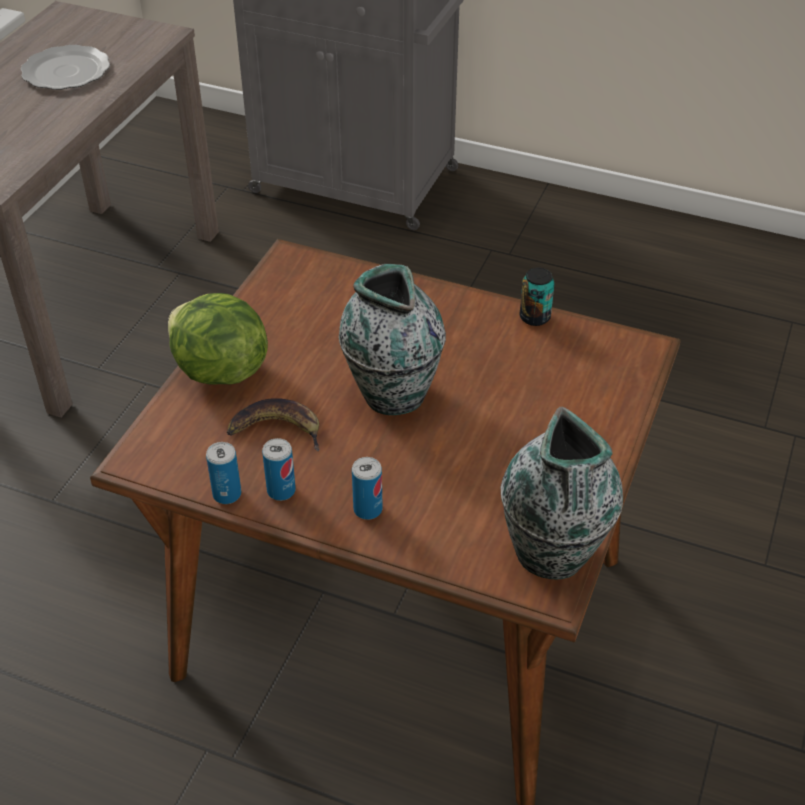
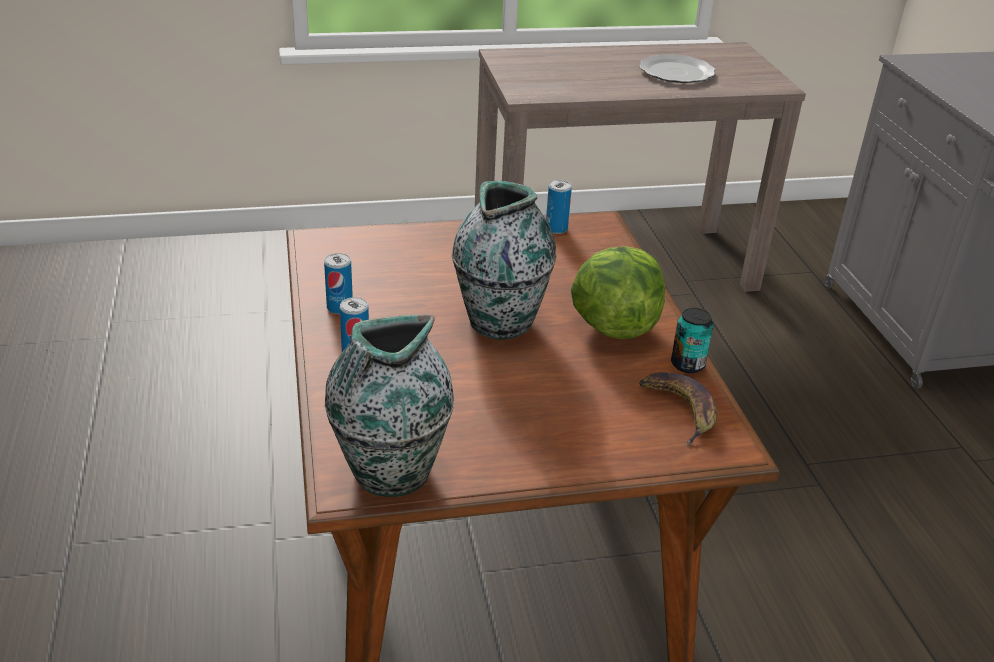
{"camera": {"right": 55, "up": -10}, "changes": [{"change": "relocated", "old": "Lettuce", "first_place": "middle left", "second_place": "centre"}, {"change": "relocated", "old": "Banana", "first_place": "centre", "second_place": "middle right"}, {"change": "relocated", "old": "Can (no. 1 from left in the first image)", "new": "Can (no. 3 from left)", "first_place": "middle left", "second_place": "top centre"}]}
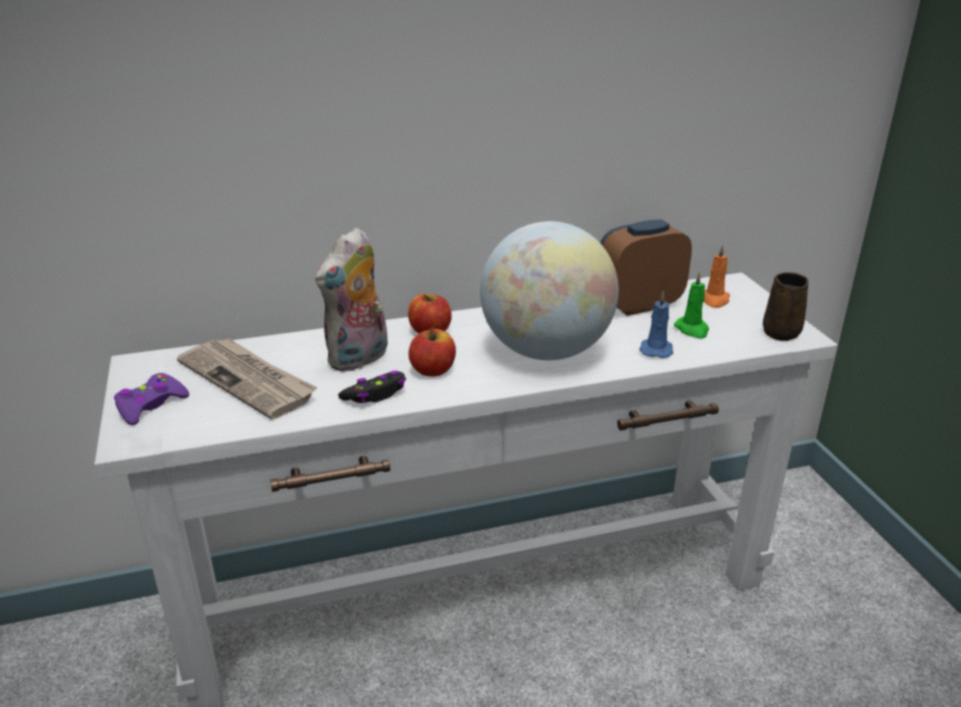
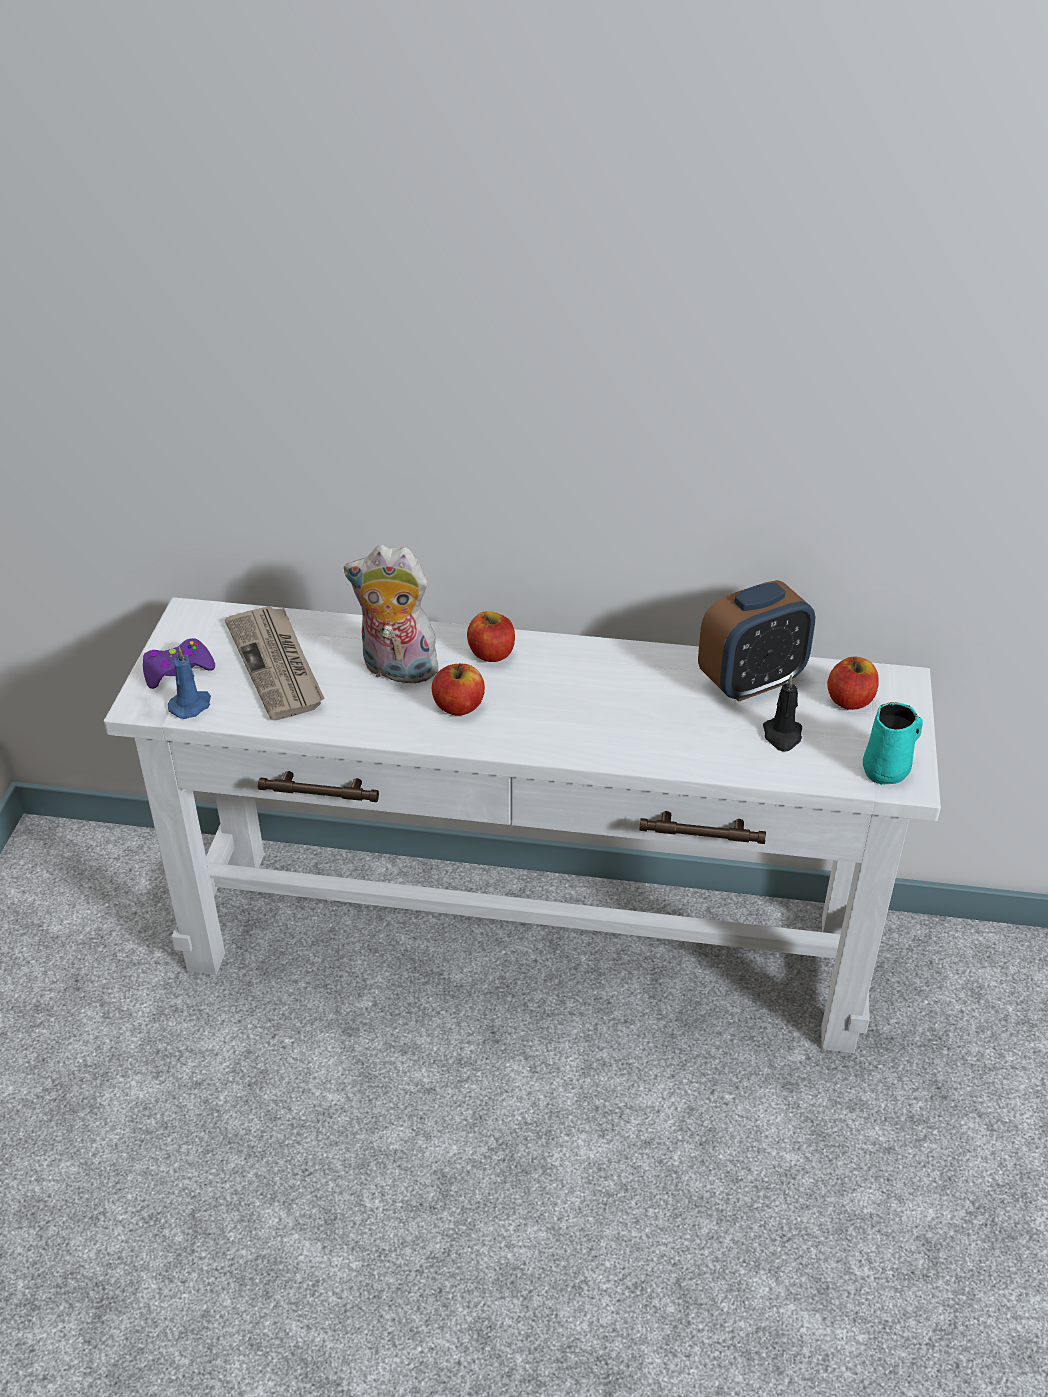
{"camera": {"right": 25, "up": 10}, "changes": [{"change": "spun", "old": "AlarmClock", "first_place": "middle right", "second_place": "middle right", "degrees": 150}, {"change": "missing", "old": "Globe", "first_place": "centre"}, {"change": "spun", "old": "PlushToy", "first_place": "centre", "second_place": "centre", "degrees": 45}, {"change": "exchanged", "old": "OrangeCandle", "new": "Apple (no. 3 from left)", "first_place": "middle right", "second_place": "middle right"}, {"change": "colour", "old": "GreenCandle", "new": "BlackCandle", "first_place": "middle right", "second_place": "middle right"}, {"change": "colour", "old": "BrownMug", "new": "TurquoiseMug", "first_place": "middle right", "second_place": "middle right"}, {"change": "relocated", "old": "BlueCandle", "first_place": "middle right", "second_place": "middle left"}, {"change": "missing", "old": "BlackGameController", "first_place": "centre"}]}
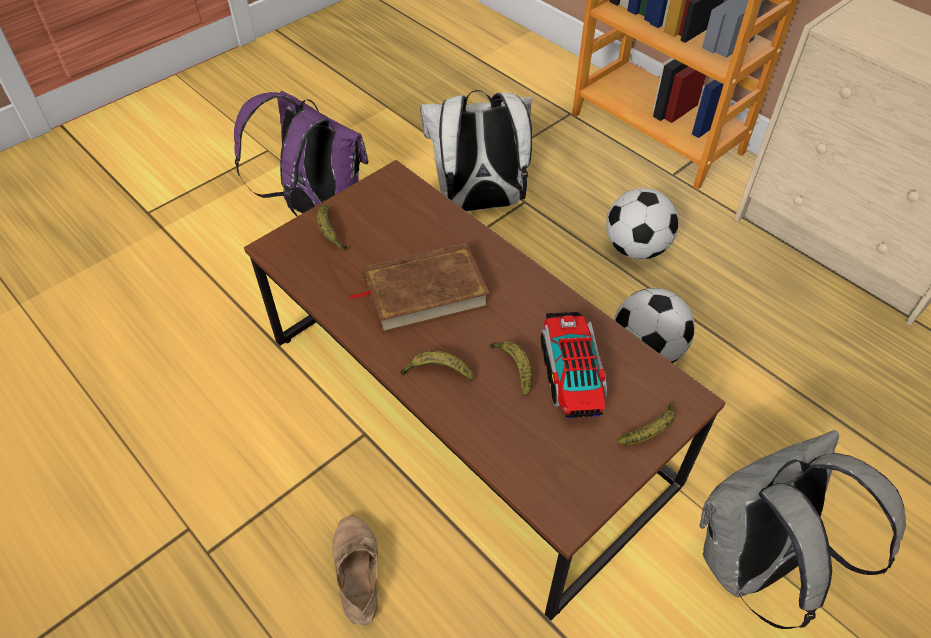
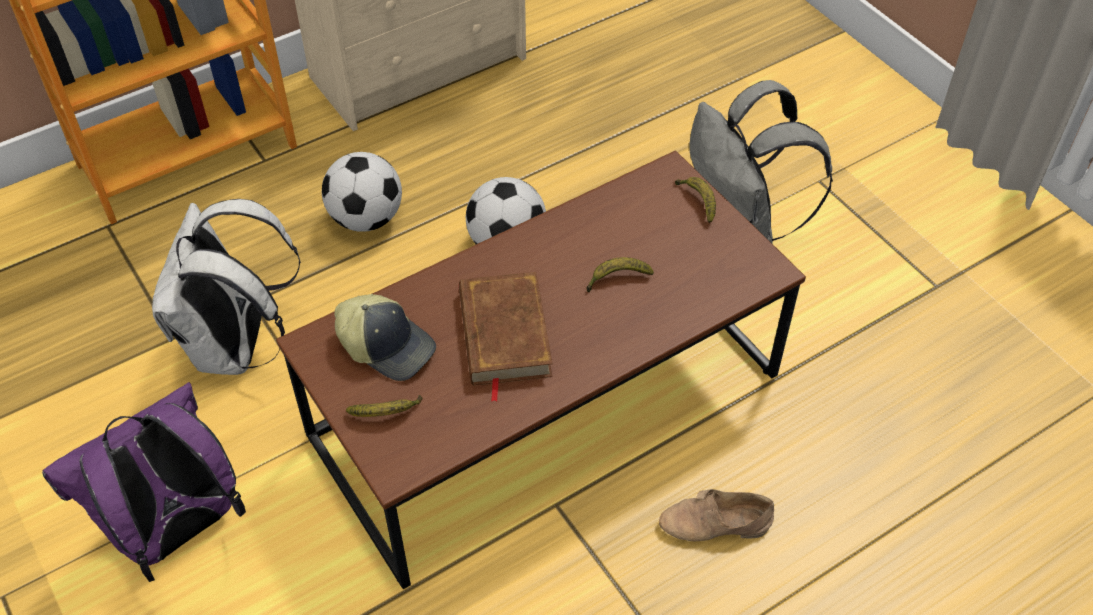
{"camera": {"right": -80, "up": 0}, "changes": [{"change": "missing", "old": "ToyTruck", "first_place": "centre"}, {"change": "missing", "old": "Banana (no. 2 from left)", "first_place": "centre"}, {"change": "appeared", "new": "Cap", "second_place": "centre"}]}
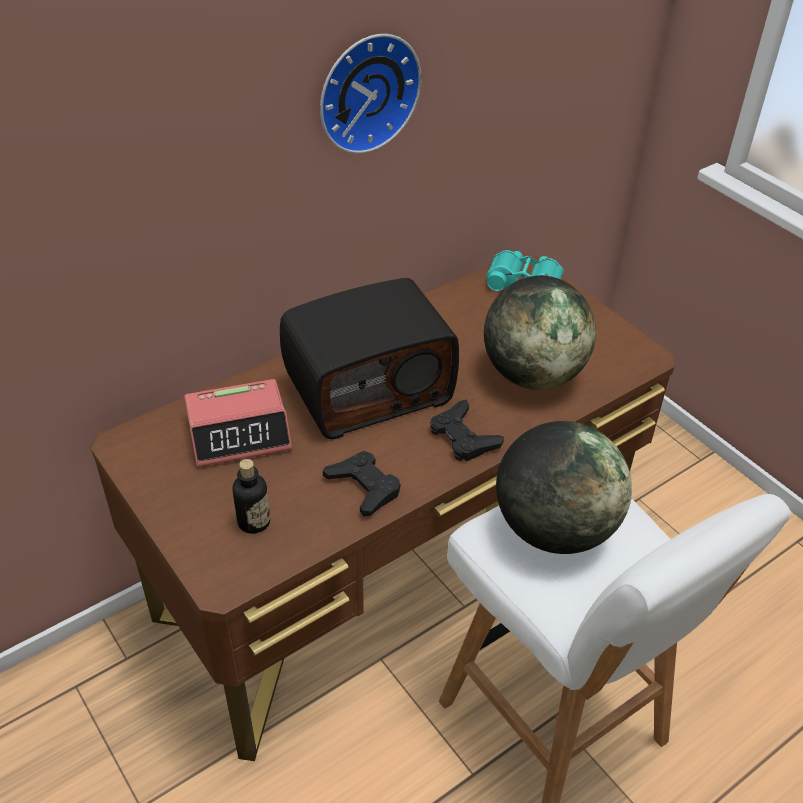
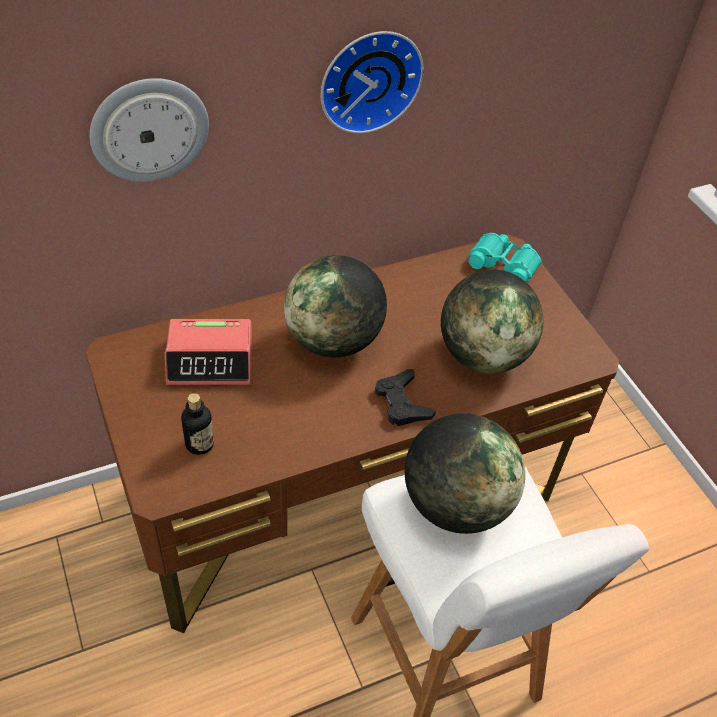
{"camera": {"right": 10, "up": 5}, "changes": [{"change": "exchanged", "old": "Radio", "new": "Globe (no. 1 from left)", "first_place": "centre", "second_place": "centre"}, {"change": "missing", "old": "BlackGameController (no. 1 from left)", "first_place": "centre"}, {"change": "appeared", "new": "WallClock (no. 1 from left)", "second_place": "top left"}]}
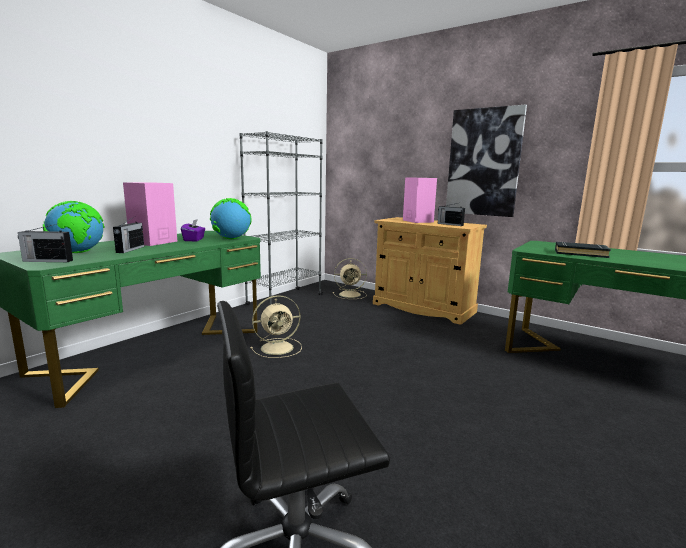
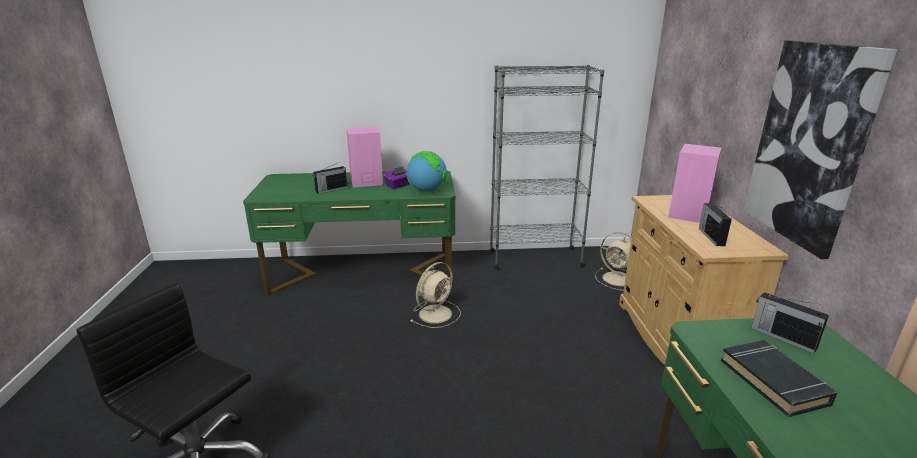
{"camera": {"right": 50, "up": 10}, "changes": [{"change": "missing", "old": "Globe (no. 1 from left)", "first_place": "middle left"}, {"change": "relocated", "old": "Radio (no. 1 from left in the first image)", "new": "Radio (no. 3 from left)", "first_place": "middle left", "second_place": "bottom right"}, {"change": "spun", "old": "BeigeFan (no. 1 from left)", "first_place": "centre", "second_place": "centre", "degrees": -75}]}
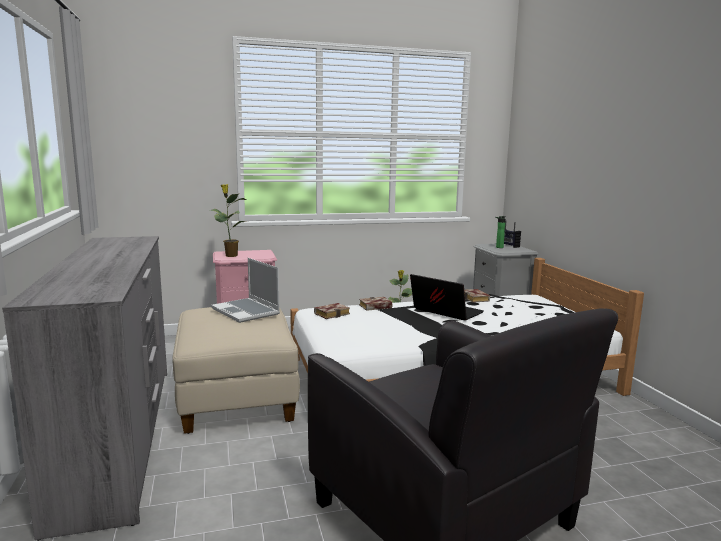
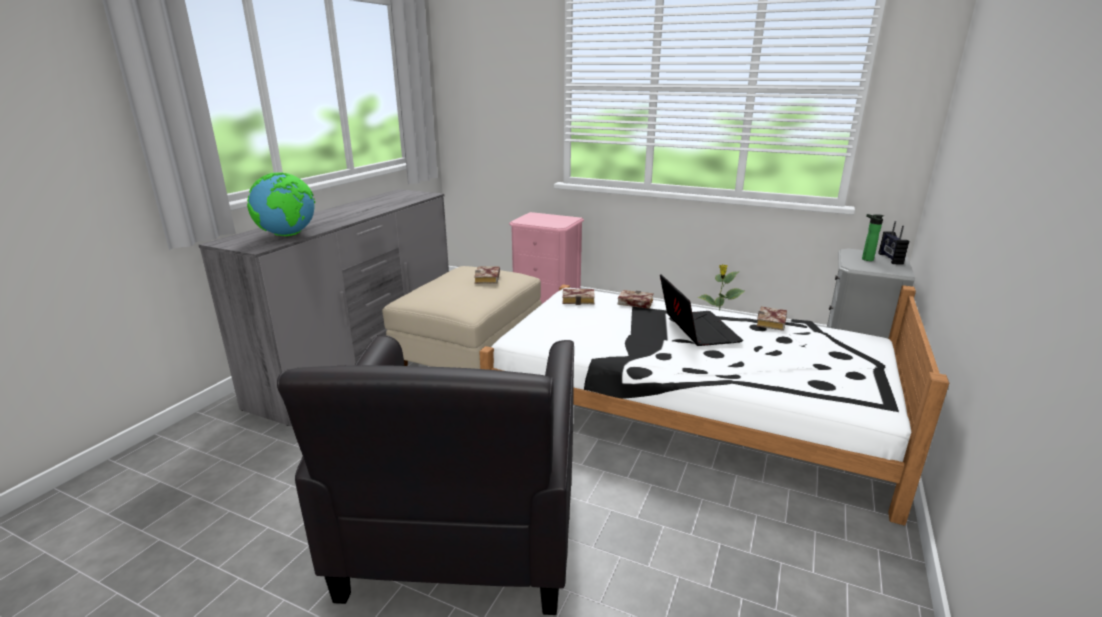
{"camera": {"right": 40, "up": 10}, "changes": [{"change": "missing", "old": "PottedPlant (no. 1 from left)", "first_place": "middle left"}, {"change": "exchanged", "old": "Laptop (no. 1 from left)", "new": "Book (no. 1 from left)", "first_place": "centre", "second_place": "centre"}, {"change": "appeared", "new": "Globe", "second_place": "top left"}]}
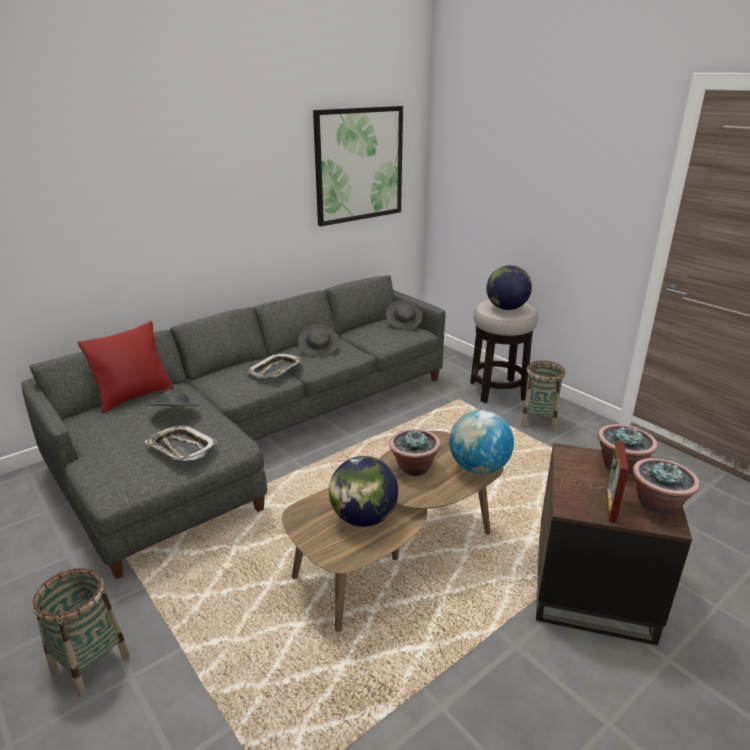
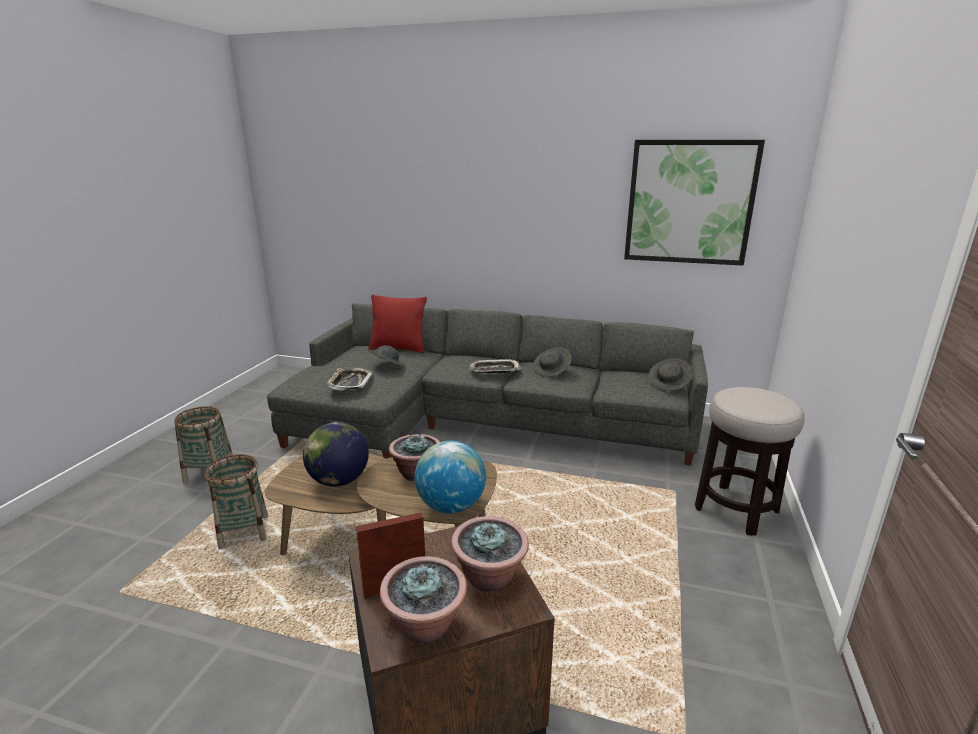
{"camera": {"right": 55, "up": -5}, "changes": [{"change": "missing", "old": "Globe (no. 3 from left)", "first_place": "middle right"}, {"change": "relocated", "old": "Basket (no. 2 from left)", "first_place": "middle right", "second_place": "bottom left"}]}
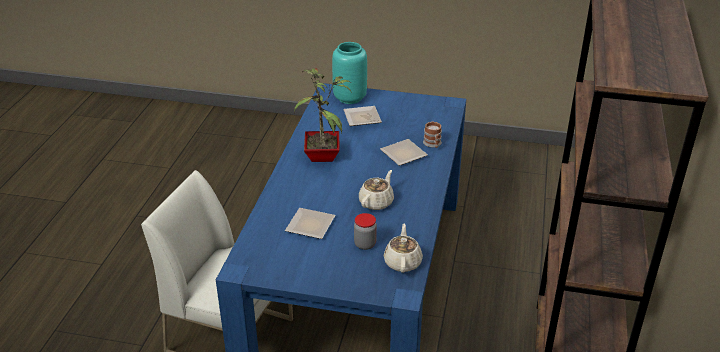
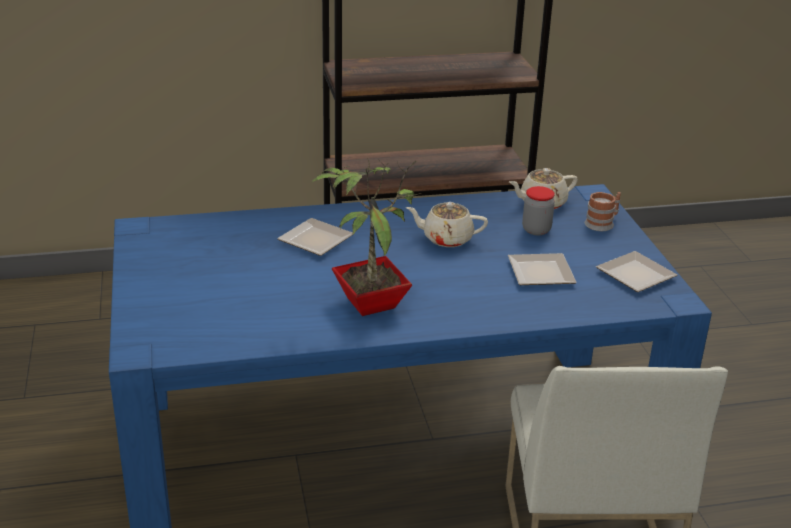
{"camera": {"right": -115, "up": -5}, "changes": [{"change": "missing", "old": "TurquoiseVase", "first_place": "top centre"}, {"change": "relocated", "old": "Plate (no. 2 from left in the first image)", "new": "Plate (no. 3 from left)", "first_place": "top centre", "second_place": "middle right"}, {"change": "relocated", "old": "Mug", "first_place": "centre", "second_place": "middle right"}]}
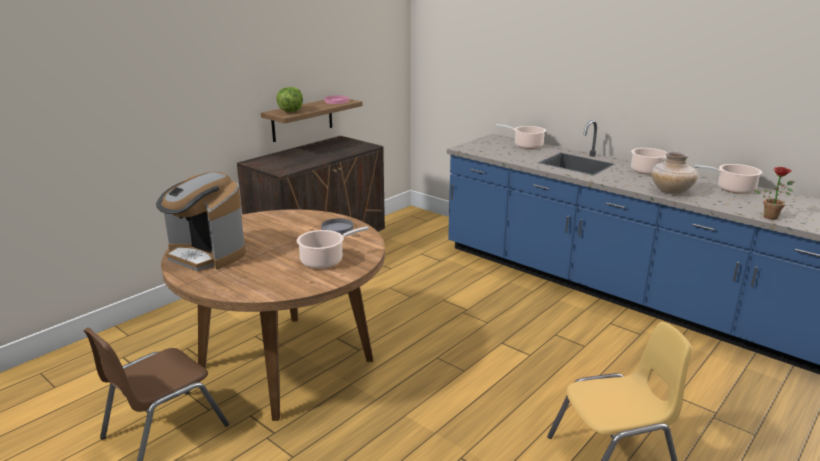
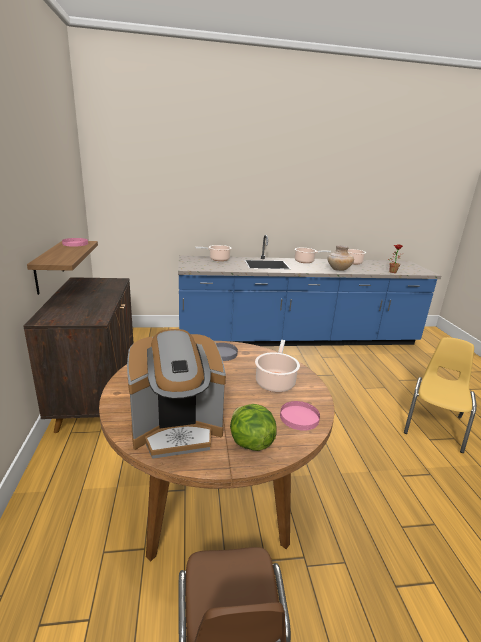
{"camera": {"right": -50, "up": 0}, "changes": [{"change": "relocated", "old": "Lettuce", "first_place": "top centre", "second_place": "centre"}, {"change": "appeared", "new": "PinkPlate (no. 2 from left)", "second_place": "centre"}]}
